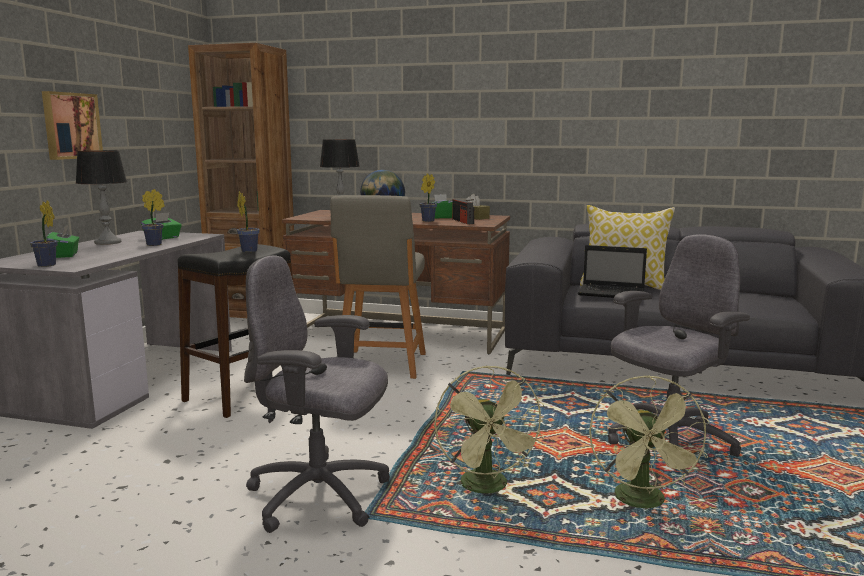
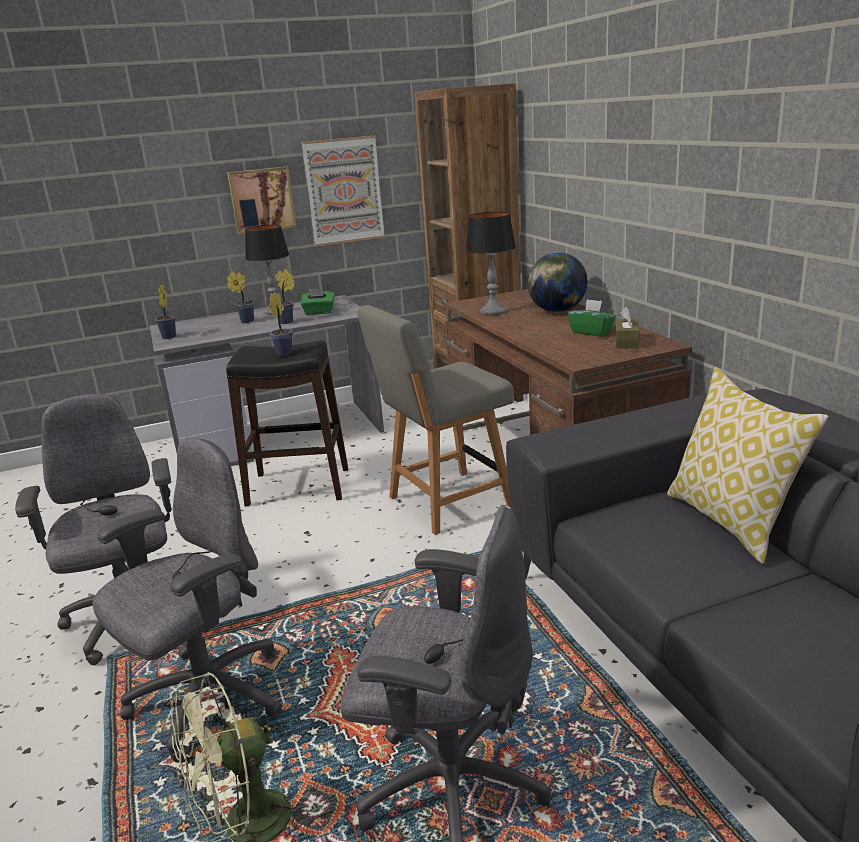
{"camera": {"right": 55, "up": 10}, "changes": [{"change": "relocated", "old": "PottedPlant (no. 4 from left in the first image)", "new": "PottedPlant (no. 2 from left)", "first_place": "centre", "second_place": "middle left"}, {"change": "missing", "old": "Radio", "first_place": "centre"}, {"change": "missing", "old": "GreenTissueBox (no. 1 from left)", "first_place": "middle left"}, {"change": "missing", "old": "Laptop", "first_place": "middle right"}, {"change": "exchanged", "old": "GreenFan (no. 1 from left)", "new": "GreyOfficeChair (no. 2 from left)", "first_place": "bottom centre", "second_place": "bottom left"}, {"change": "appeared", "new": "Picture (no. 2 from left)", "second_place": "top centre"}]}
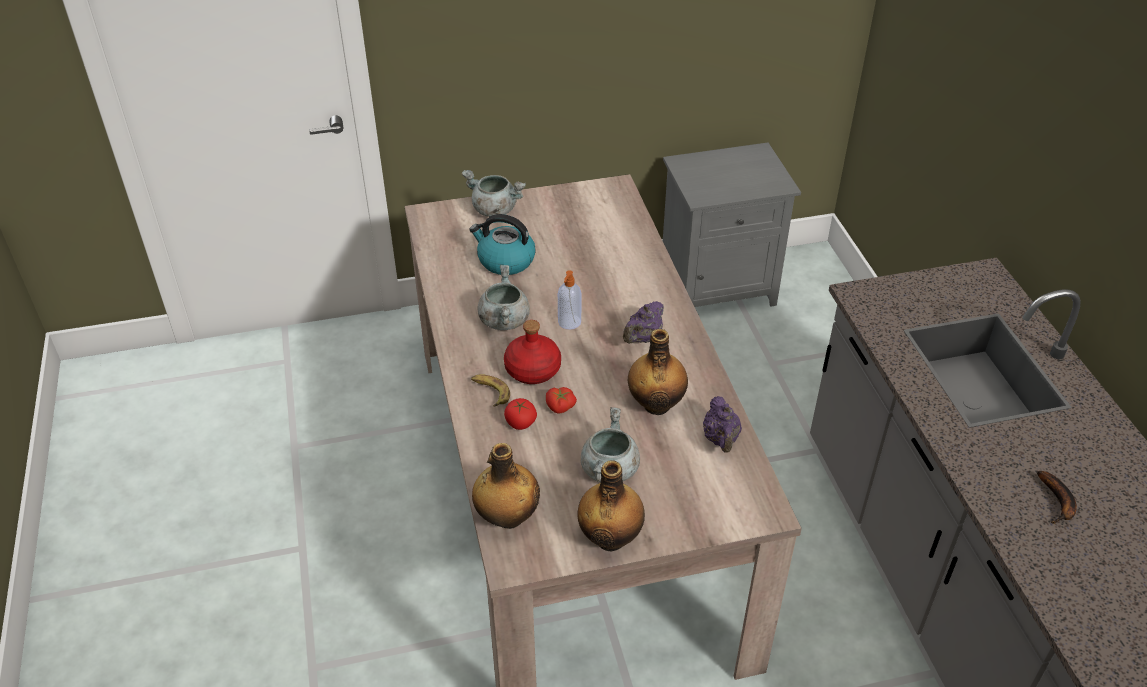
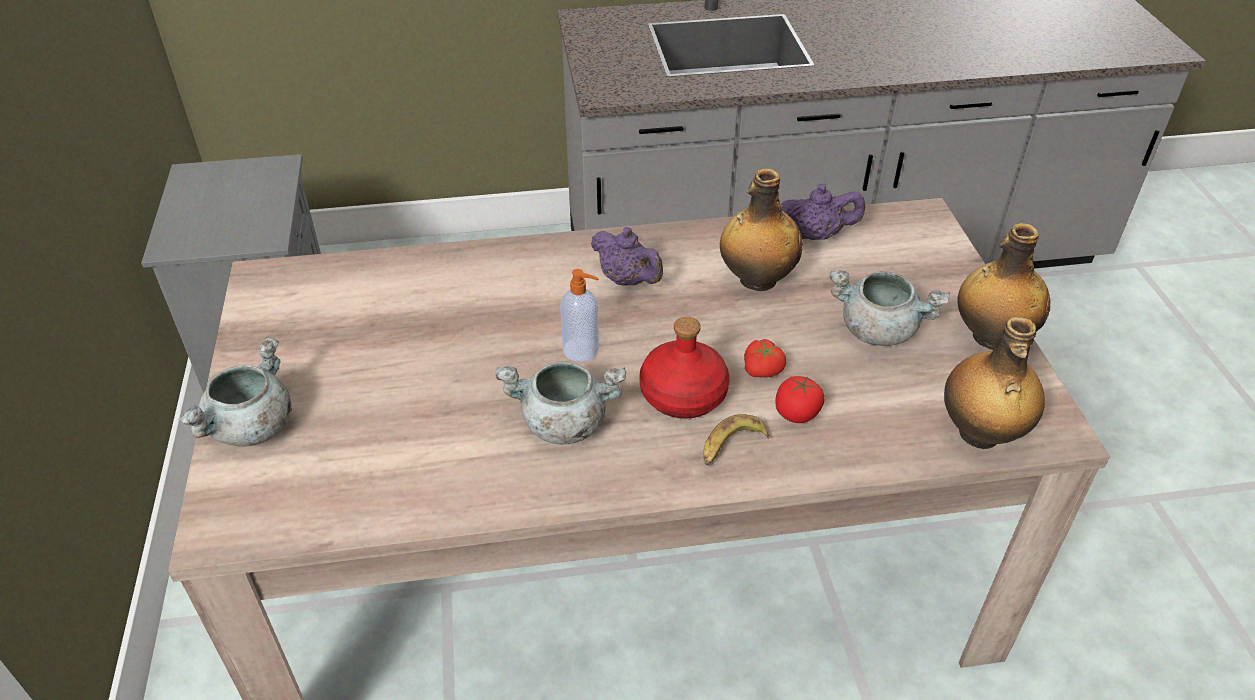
{"camera": {"right": -85, "up": 0}, "changes": [{"change": "missing", "old": "Kettle", "first_place": "centre"}, {"change": "missing", "old": "Banana (no. 2 from left)", "first_place": "bottom right"}]}
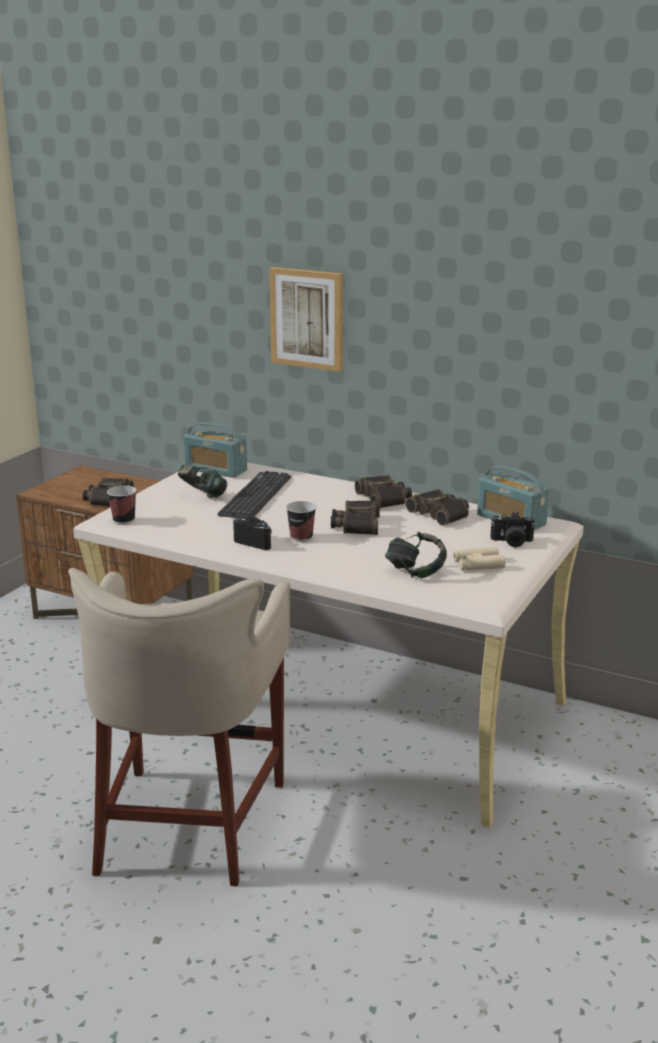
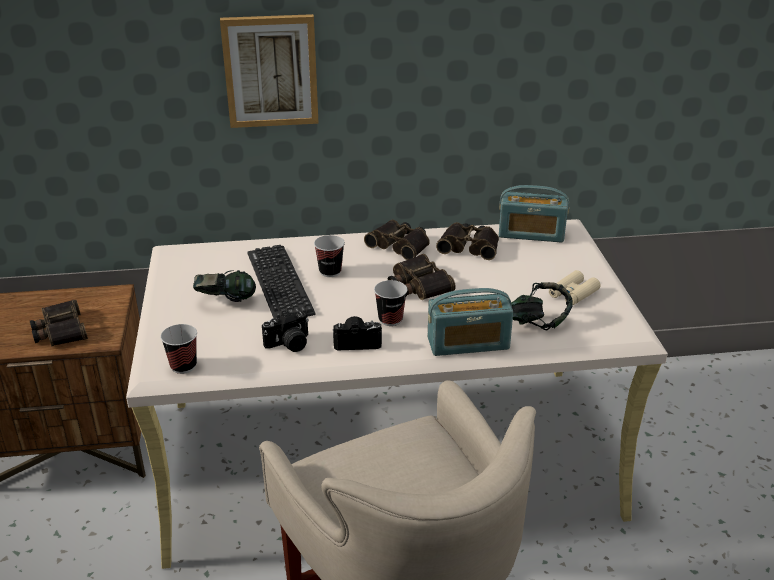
{"camera": {"right": -35, "up": 10}, "changes": [{"change": "relocated", "old": "Radio (no. 1 from left)", "first_place": "middle left", "second_place": "centre"}, {"change": "relocated", "old": "PhotoCamera (no. 2 from left in the first image)", "new": "PhotoCamera (no. 1 from left)", "first_place": "middle right", "second_place": "centre"}, {"change": "appeared", "new": "Cup (no. 2 from left)", "second_place": "centre"}]}
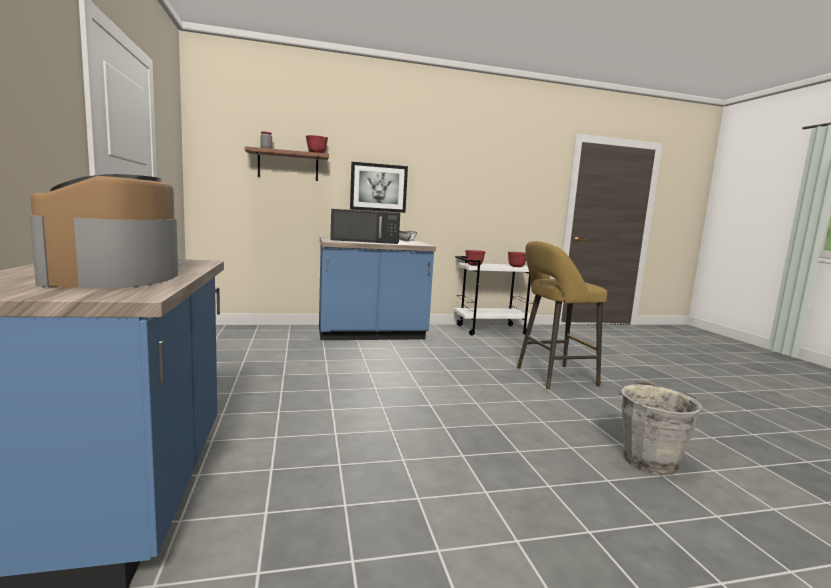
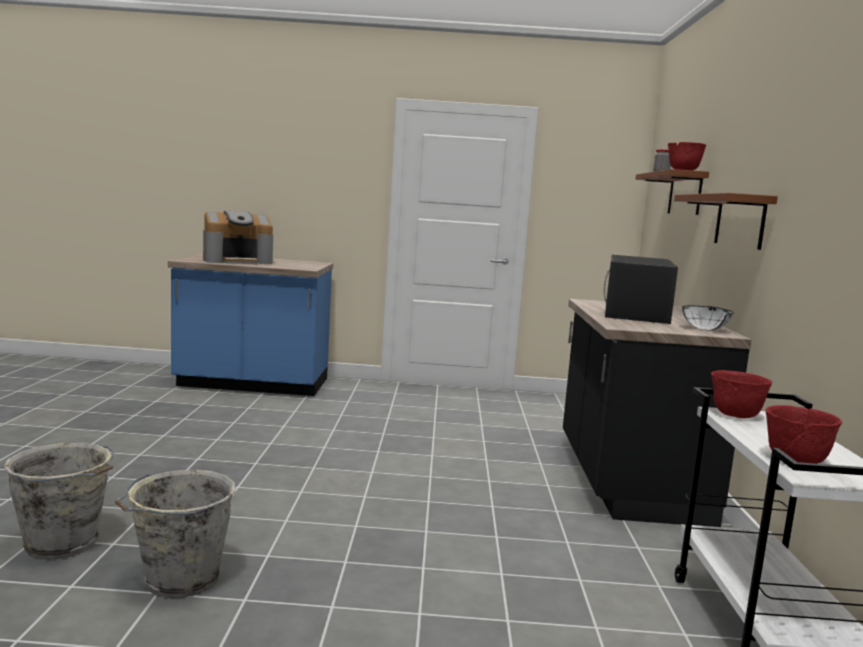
{"camera": {"right": 105, "up": 0}, "changes": [{"change": "exchanged", "old": "Picture", "new": "BrownShelf (no. 2 from left)", "first_place": "top centre", "second_place": "middle right"}, {"change": "spun", "old": "CoffeeMachine", "first_place": "middle left", "second_place": "middle left", "degrees": 150}, {"change": "colour", "old": "BlueCounter (no. 2 from left)", "new": "BlackCounter", "first_place": "centre", "second_place": "middle right"}, {"change": "missing", "old": "YellowStool", "first_place": "middle right"}, {"change": "appeared", "new": "GreyBucket (no. 2 from left)", "second_place": "bottom left"}]}
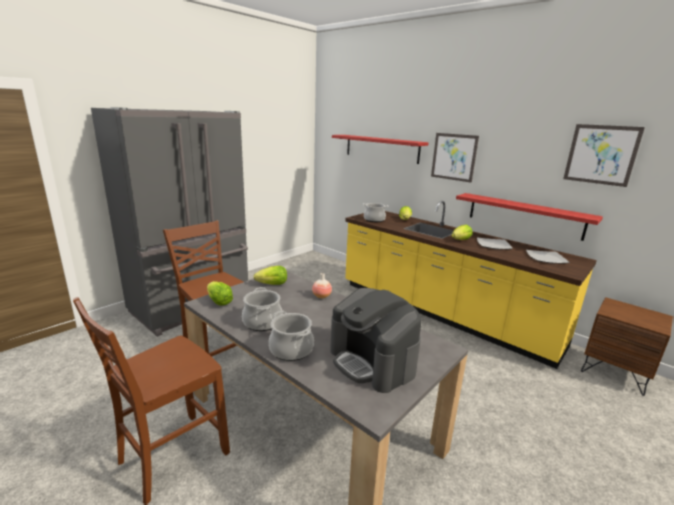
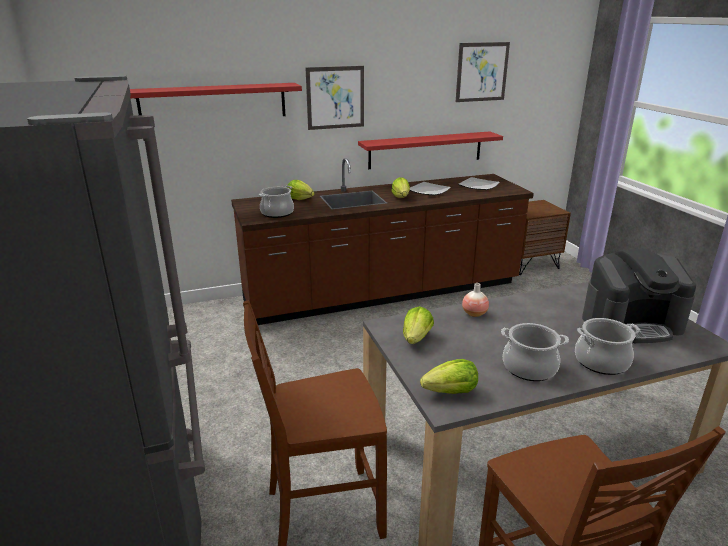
{"camera": {"right": -60, "up": 5}, "changes": [{"change": "colour", "old": "YellowCounter", "new": "BrownCounter", "first_place": "middle right", "second_place": "centre"}]}
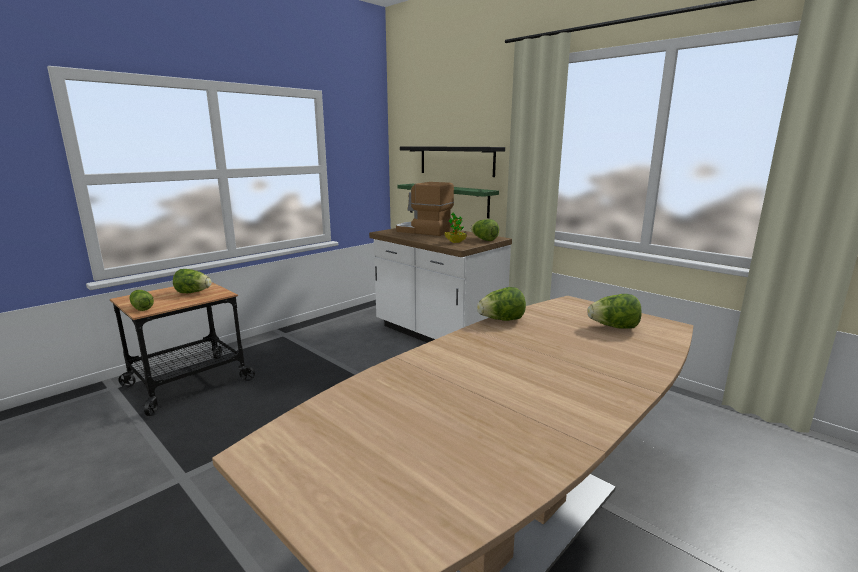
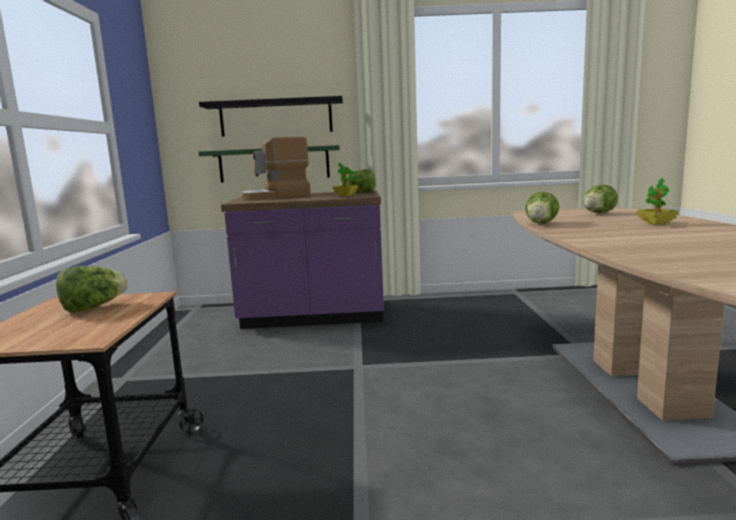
{"camera": {"right": -45, "up": -5}, "changes": [{"change": "colour", "old": "WhiteCounter", "new": "PurpleCounter", "first_place": "centre", "second_place": "centre"}, {"change": "missing", "old": "Lettuce (no. 1 from left)", "first_place": "middle left"}, {"change": "appeared", "new": "PottedPlant (no. 2 from left)", "second_place": "middle right"}]}
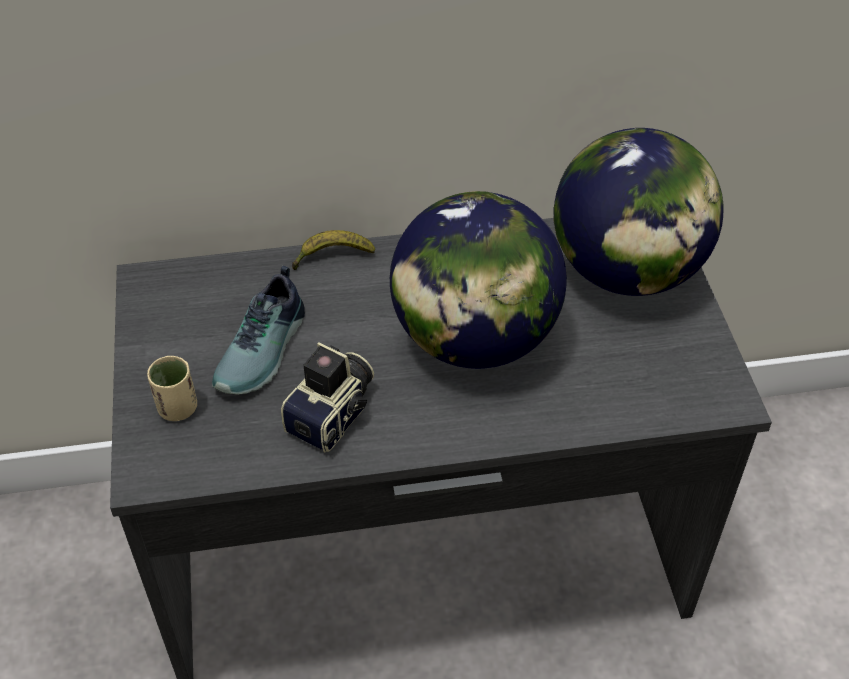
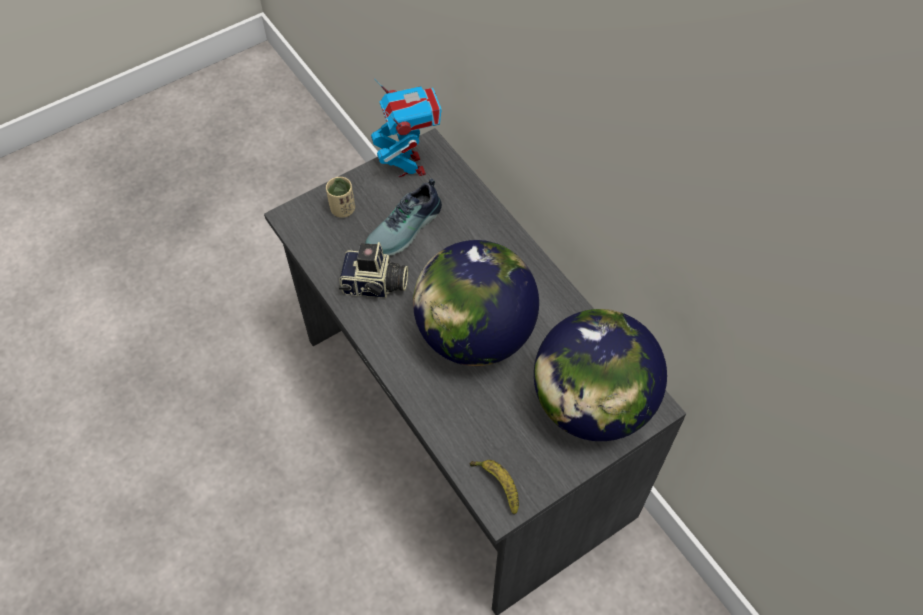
{"camera": {"right": 65, "up": 10}, "changes": [{"change": "relocated", "old": "Banana", "first_place": "centre", "second_place": "bottom centre"}, {"change": "spun", "old": "Shoe", "first_place": "middle left", "second_place": "centre", "degrees": -45}, {"change": "appeared", "new": "ToyRobot", "second_place": "top centre"}]}
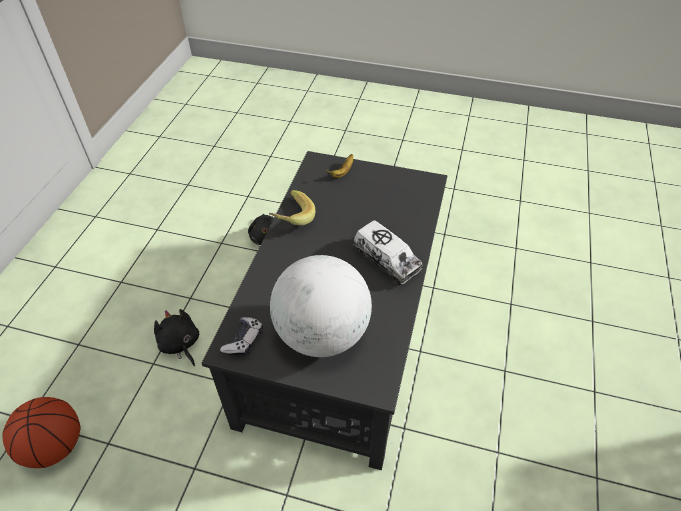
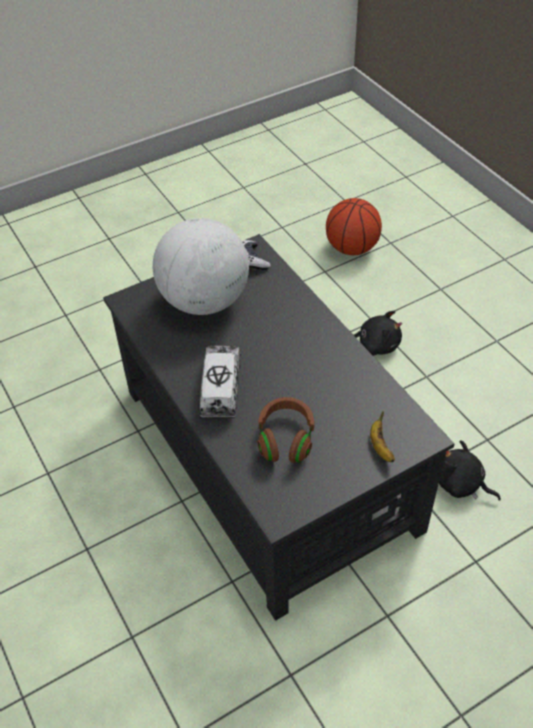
{"camera": {"right": 135, "up": 0}, "changes": [{"change": "missing", "old": "Banana (no. 1 from left)", "first_place": "centre"}, {"change": "spun", "old": "ToyTruck", "first_place": "centre", "second_place": "centre", "degrees": 90}, {"change": "appeared", "new": "BrownHeadphones", "second_place": "centre"}]}
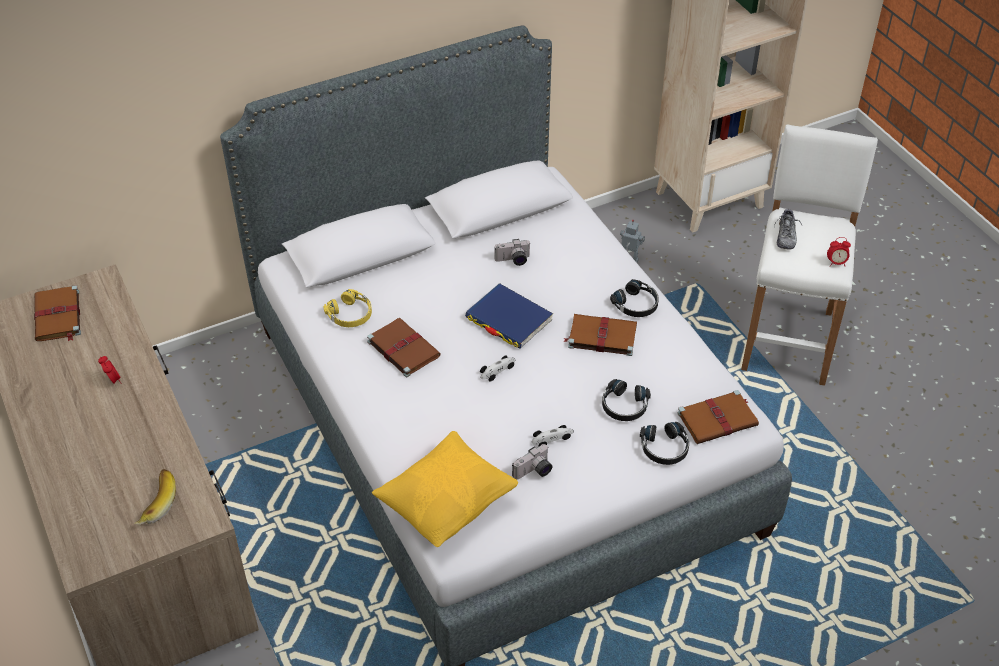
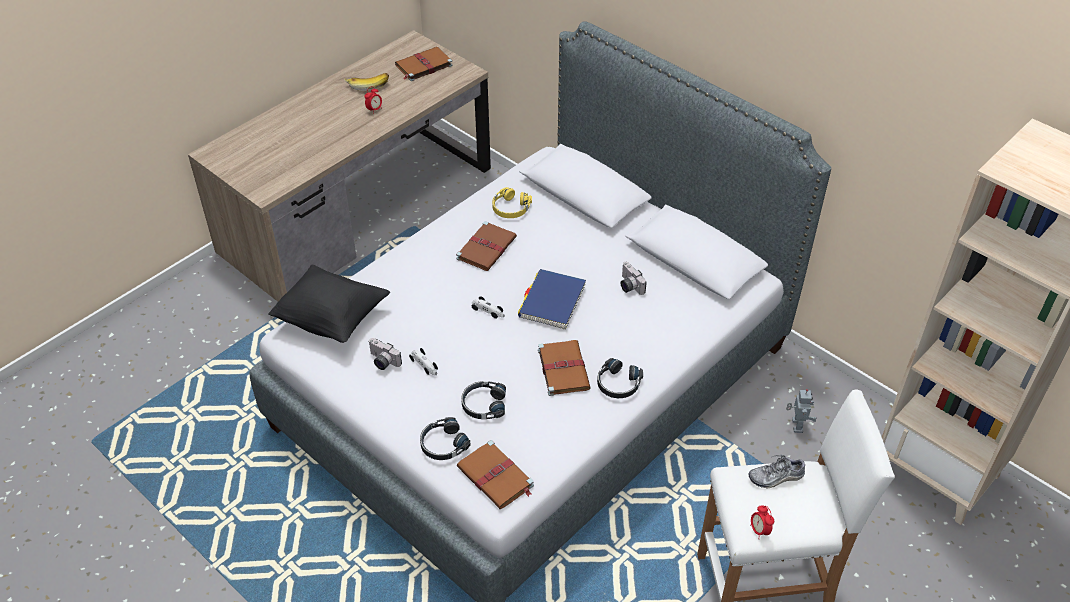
{"camera": {"right": 70, "up": 0}, "changes": [{"change": "colour", "old": "YellowPillow", "new": "BlackPillow", "first_place": "bottom centre", "second_place": "middle left"}, {"change": "relocated", "old": "Banana", "first_place": "bottom left", "second_place": "top centre"}]}
